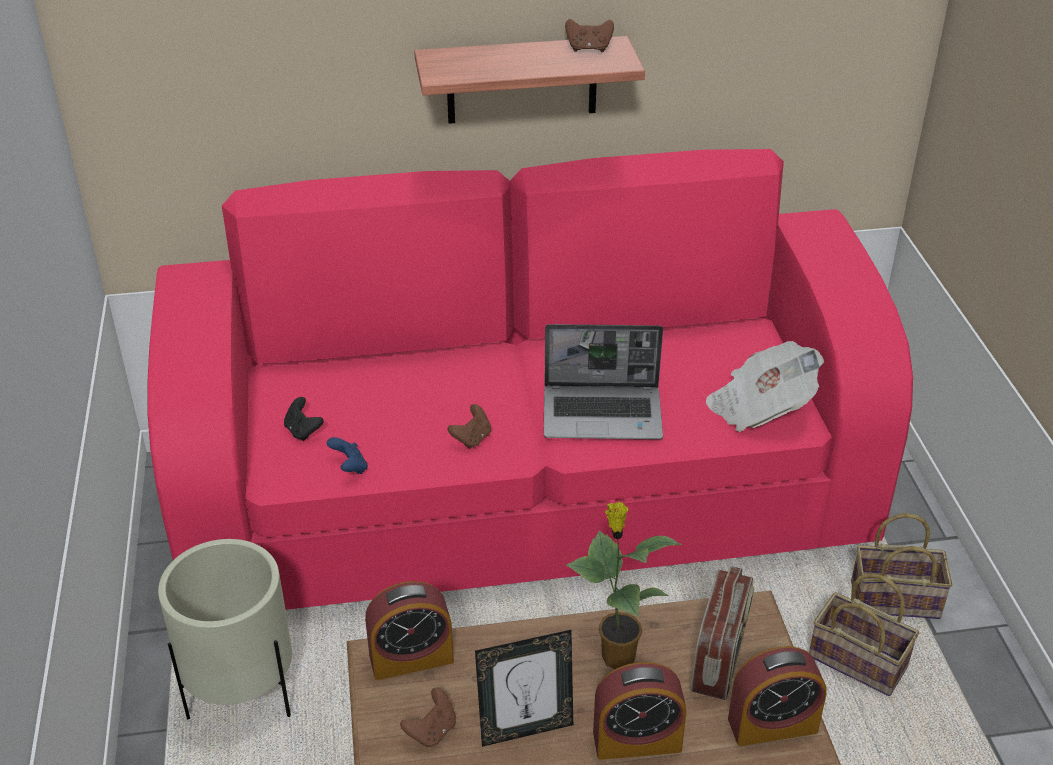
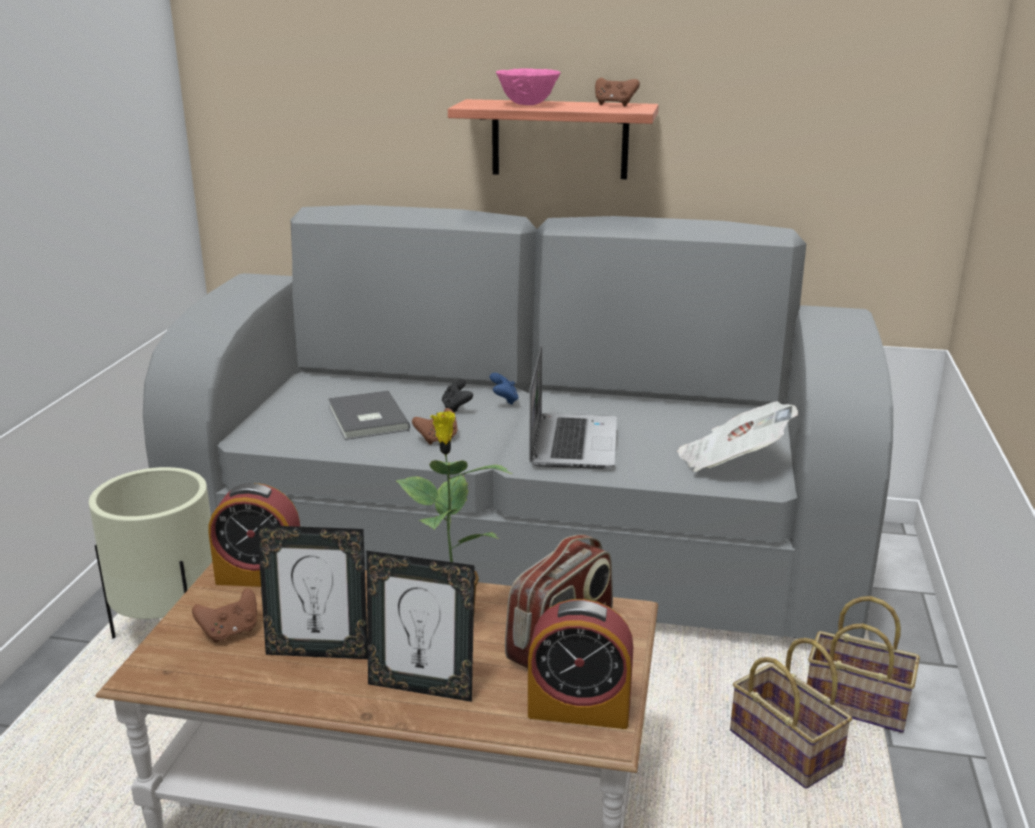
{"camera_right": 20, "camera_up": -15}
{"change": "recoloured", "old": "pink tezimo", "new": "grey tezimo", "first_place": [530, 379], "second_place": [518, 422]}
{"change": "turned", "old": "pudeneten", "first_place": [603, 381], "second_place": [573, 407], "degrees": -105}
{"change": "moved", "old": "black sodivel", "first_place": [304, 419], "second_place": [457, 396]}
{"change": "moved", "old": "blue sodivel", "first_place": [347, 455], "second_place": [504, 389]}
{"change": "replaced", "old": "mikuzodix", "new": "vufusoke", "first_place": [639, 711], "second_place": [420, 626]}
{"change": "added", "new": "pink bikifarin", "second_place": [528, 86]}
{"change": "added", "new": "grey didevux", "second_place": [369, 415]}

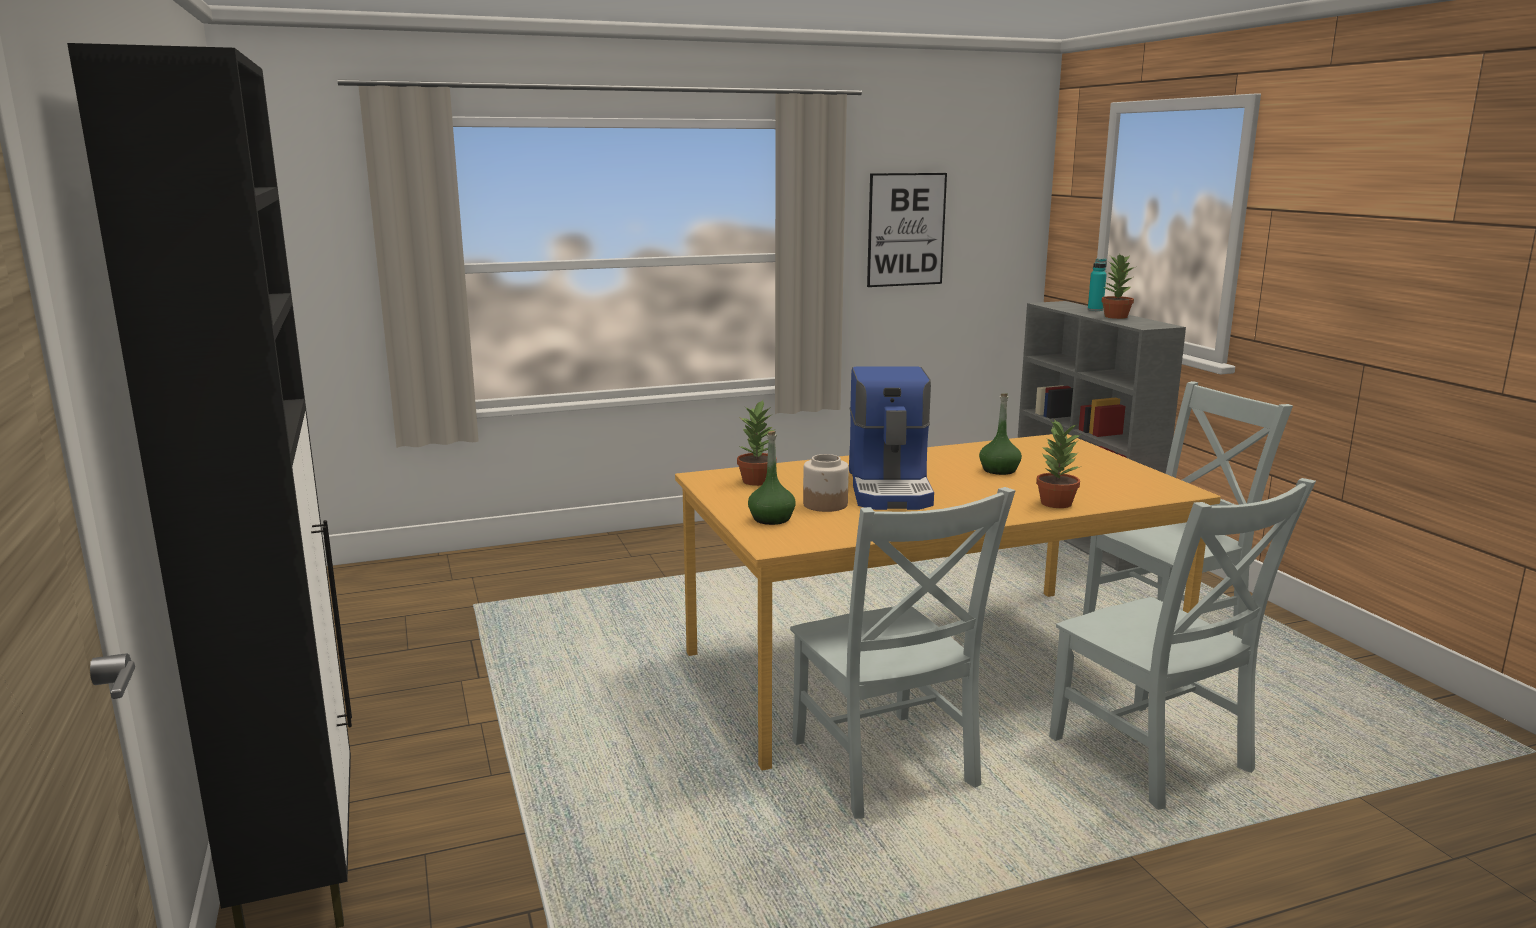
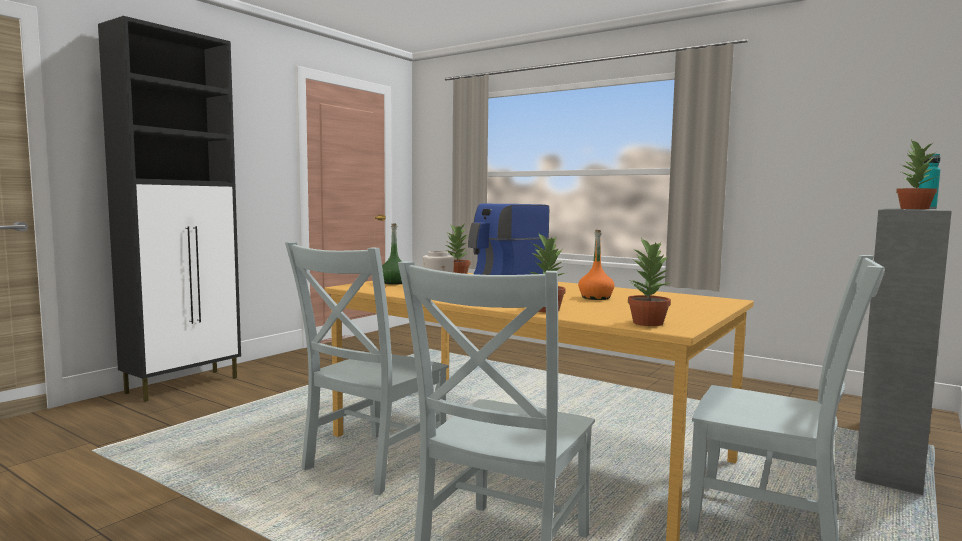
{"camera_right": 55, "camera_up": -10}
{"change": "removed", "old": "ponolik", "first_place": [907, 230]}
{"change": "recoloured", "old": "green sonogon", "new": "orange sonogon", "first_place": [1000, 434], "second_place": [596, 265]}
{"change": "added", "new": "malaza", "second_place": [649, 282]}

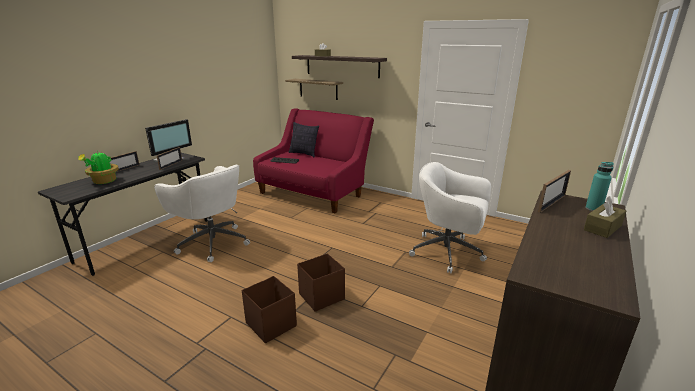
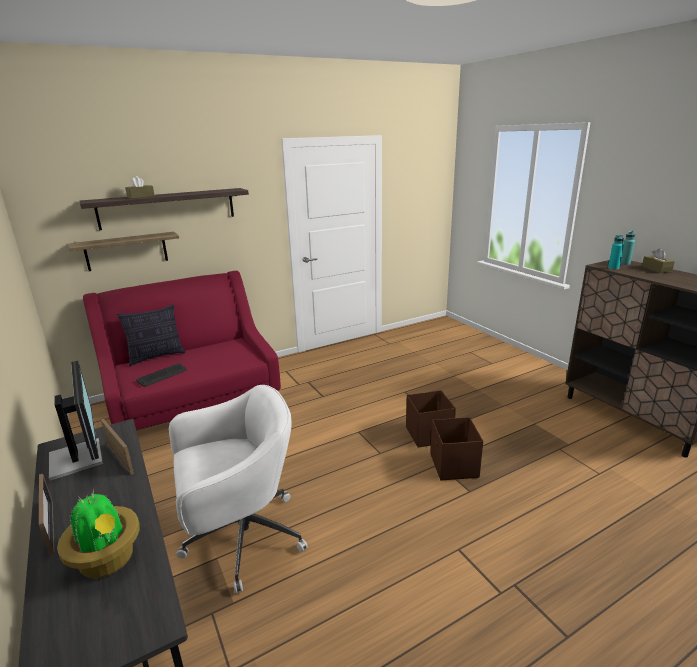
{"camera_right": -60, "camera_up": 0}
{"change": "removed", "old": "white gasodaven", "first_place": [450, 217]}
{"change": "replaced", "old": "vufusoke", "new": "turquoise sonogon", "first_place": [554, 191], "second_place": [616, 252]}
{"change": "moved", "old": "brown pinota", "first_place": [269, 309], "second_place": [431, 418]}

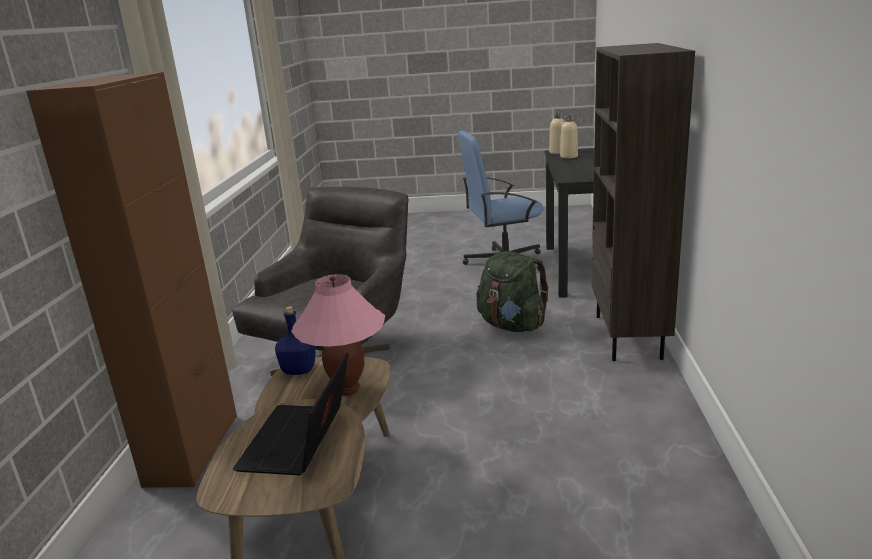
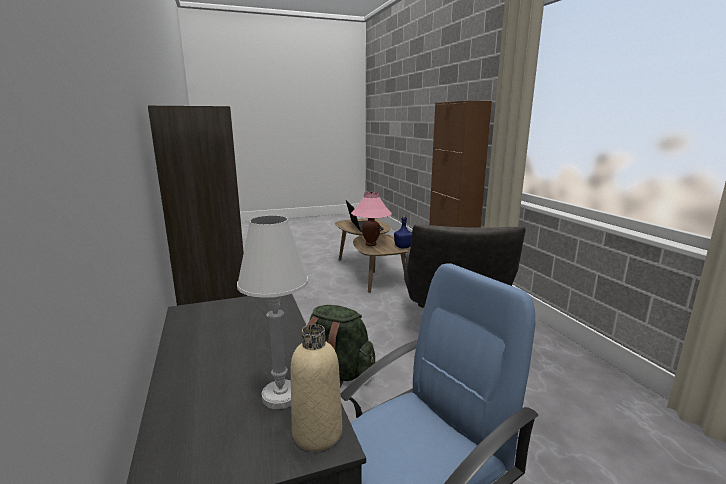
{"camera_right": 155, "camera_up": -5}
{"change": "replaced", "old": "beige sonogon", "new": "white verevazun", "first_place": [569, 137], "second_place": [272, 312]}

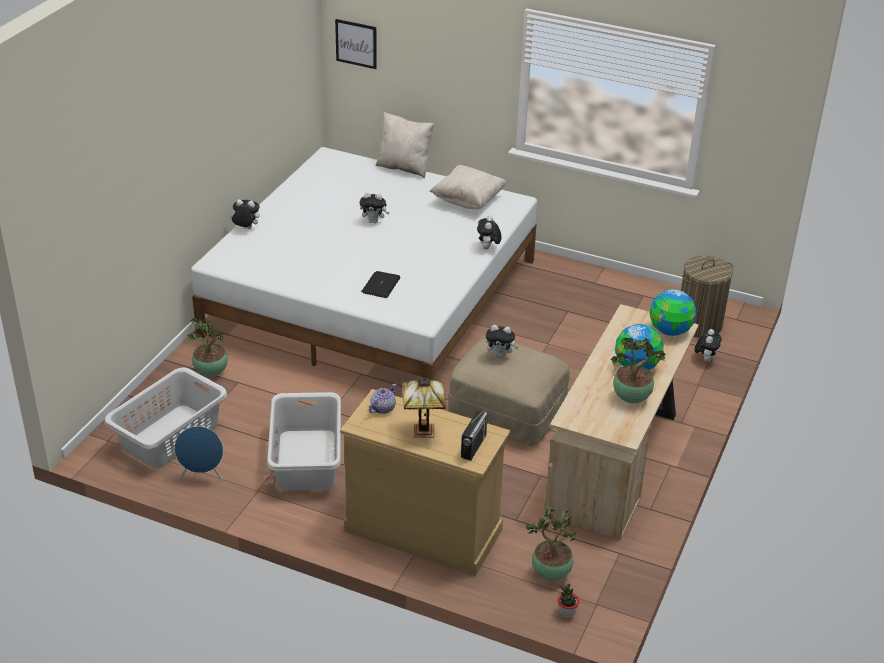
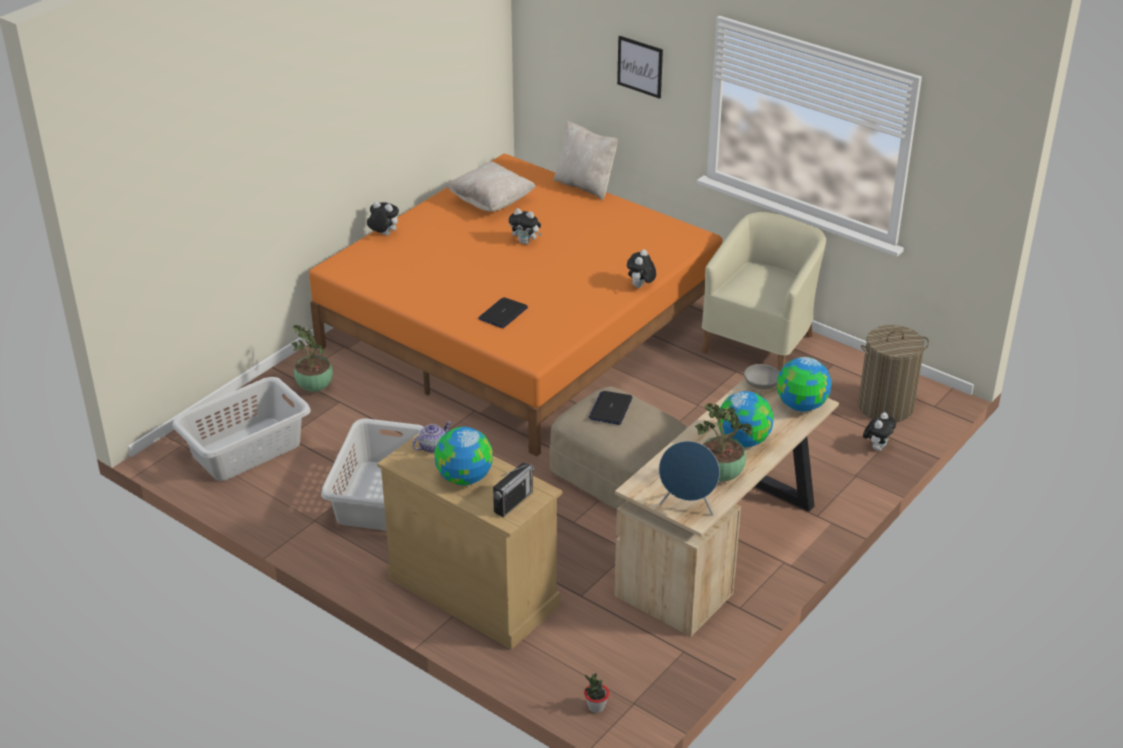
{"camera_right": 15, "camera_up": 0}
{"change": "moved", "old": "ponolik", "first_place": [356, 44], "second_place": [640, 67]}
{"change": "recoloured", "old": "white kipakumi", "new": "orange kipakumi", "first_place": [364, 263], "second_place": [515, 305]}
{"change": "moved", "old": "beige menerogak", "first_place": [468, 187], "second_place": [491, 186]}
{"change": "replaced", "old": "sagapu", "new": "pudeneten", "first_place": [501, 341], "second_place": [610, 408]}
{"change": "replaced", "old": "verevazun", "new": "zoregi", "first_place": [424, 408], "second_place": [463, 456]}
{"change": "moved", "old": "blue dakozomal", "first_place": [199, 454], "second_place": [689, 478]}
{"change": "removed", "old": "malaza", "first_place": [551, 544]}
{"change": "added", "new": "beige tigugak", "second_place": [764, 291]}
{"change": "added", "new": "grey bikifarin", "second_place": [762, 377]}

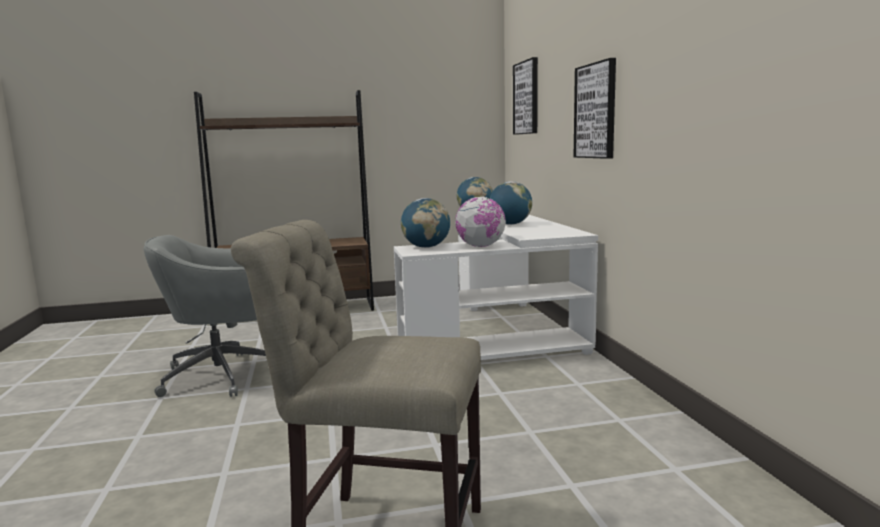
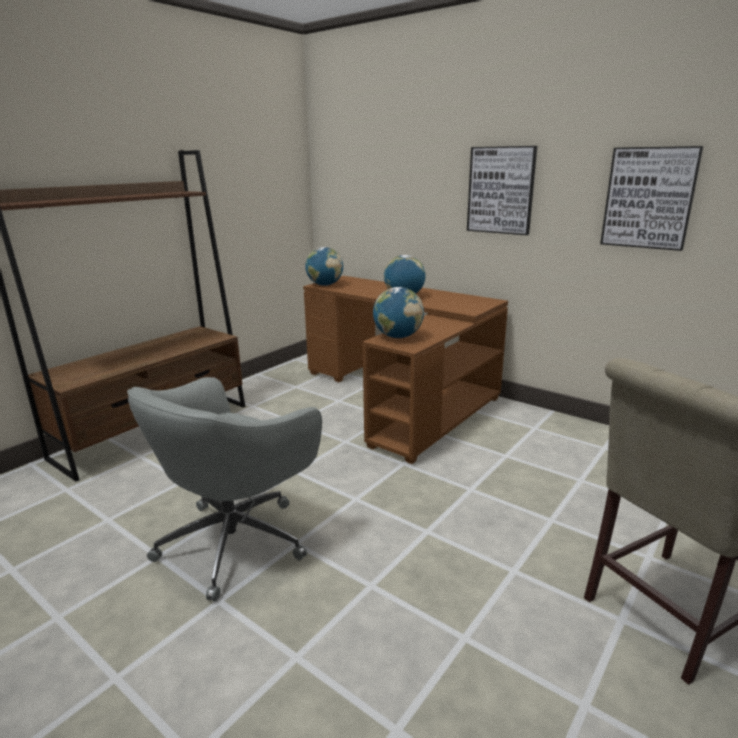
{"camera_right": -40, "camera_up": 10}
{"change": "moved", "old": "ponolik", "first_place": [525, 96], "second_place": [651, 198]}
{"change": "removed", "old": "zoregi", "first_place": [480, 222]}
{"change": "recoloured", "old": "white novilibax", "new": "brown novilibax", "first_place": [496, 287], "second_place": [405, 370]}

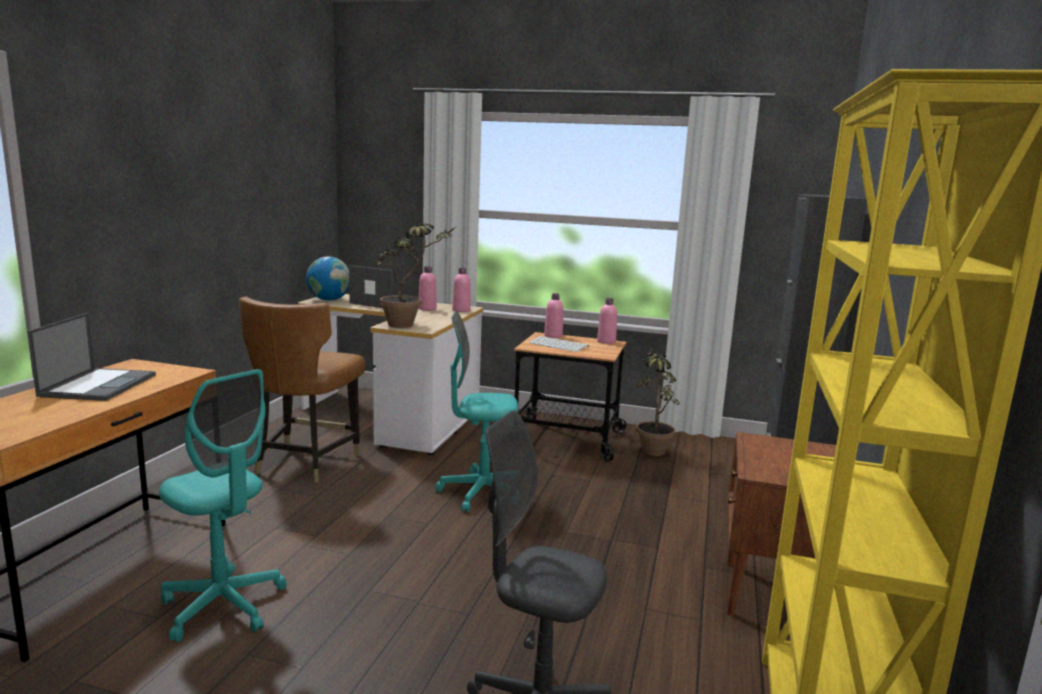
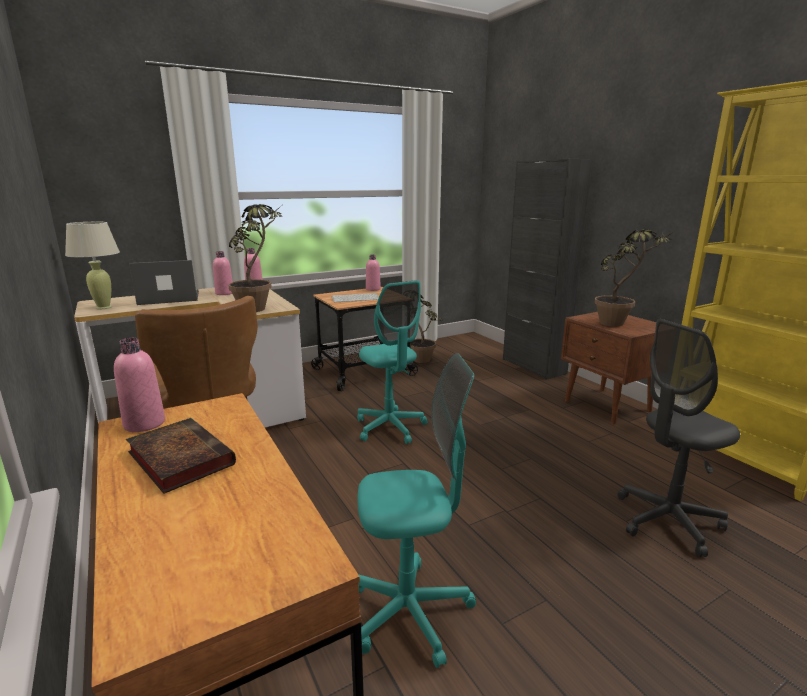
{"camera_right": -45, "camera_up": 5}
{"change": "replaced", "old": "zoregi", "new": "beige verevazun", "first_place": [327, 279], "second_place": [92, 265]}
{"change": "moved", "old": "pink sonogon", "first_place": [553, 315], "second_place": [139, 385]}
{"change": "turned", "old": "turquoise gasodaven", "first_place": [476, 411], "second_place": [392, 362], "degrees": -75}
{"change": "replaced", "old": "pudeneten", "new": "didevux", "first_place": [92, 357], "second_place": [181, 456]}
{"change": "added", "new": "malaza", "second_place": [634, 278]}

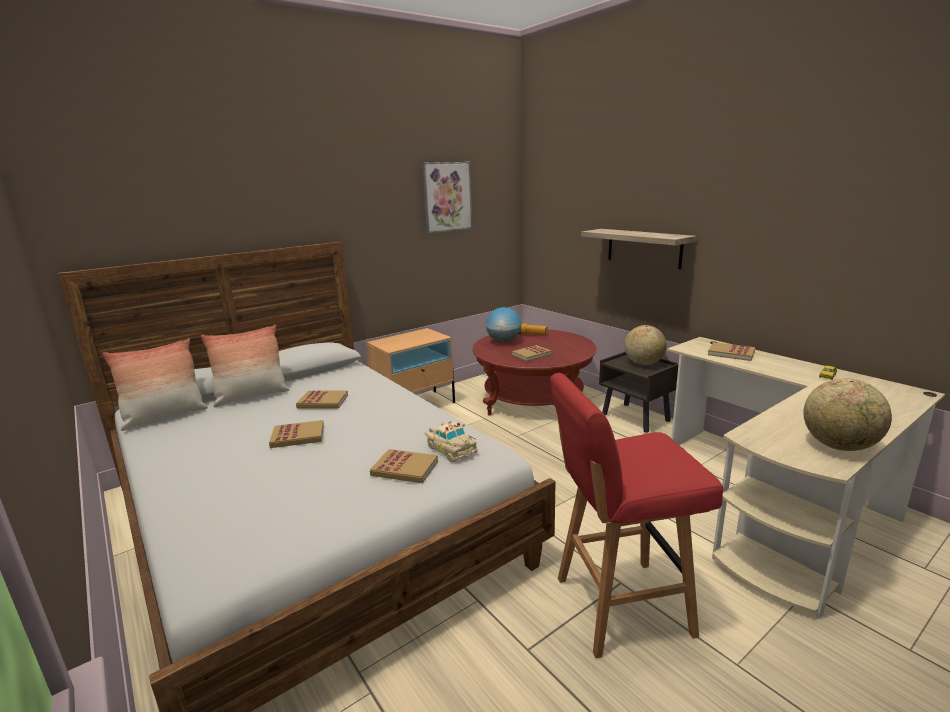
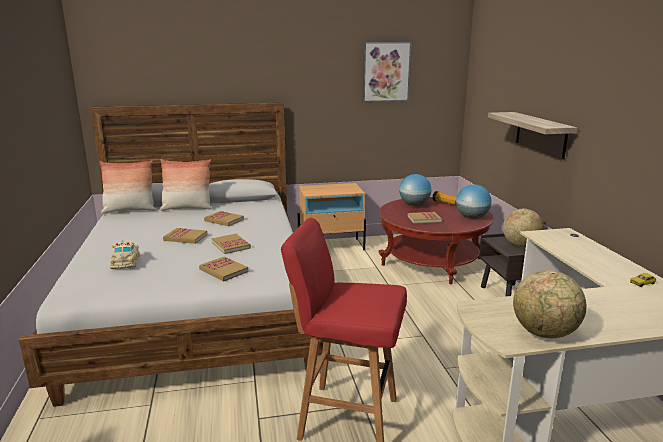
{"camera_right": 25, "camera_up": 0}
{"change": "moved", "old": "didevux", "first_place": [731, 351], "second_place": [231, 244]}
{"change": "moved", "old": "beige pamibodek", "first_place": [451, 441], "second_place": [125, 254]}
{"change": "added", "new": "zoregi", "second_place": [473, 201]}

